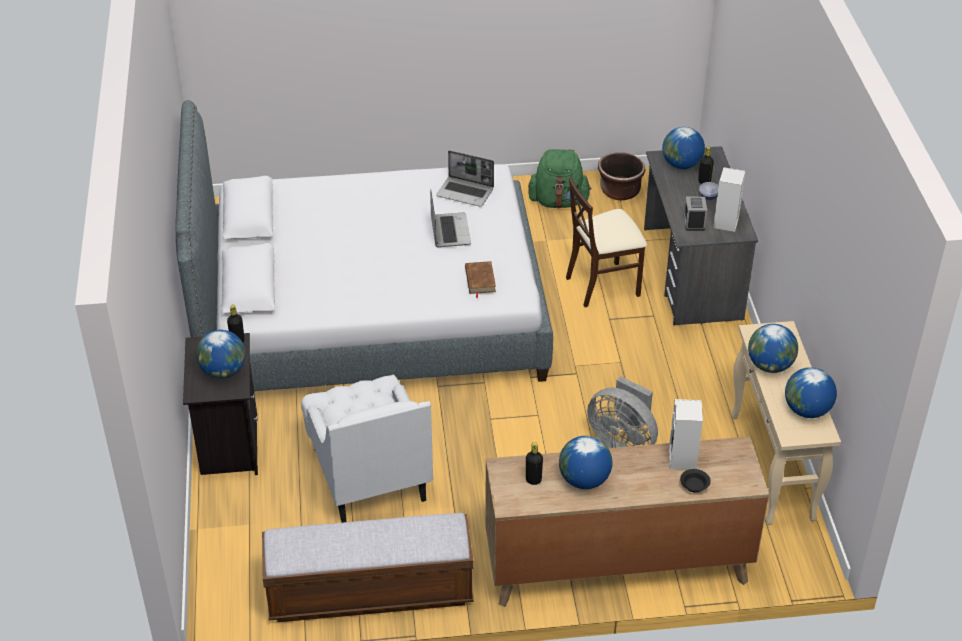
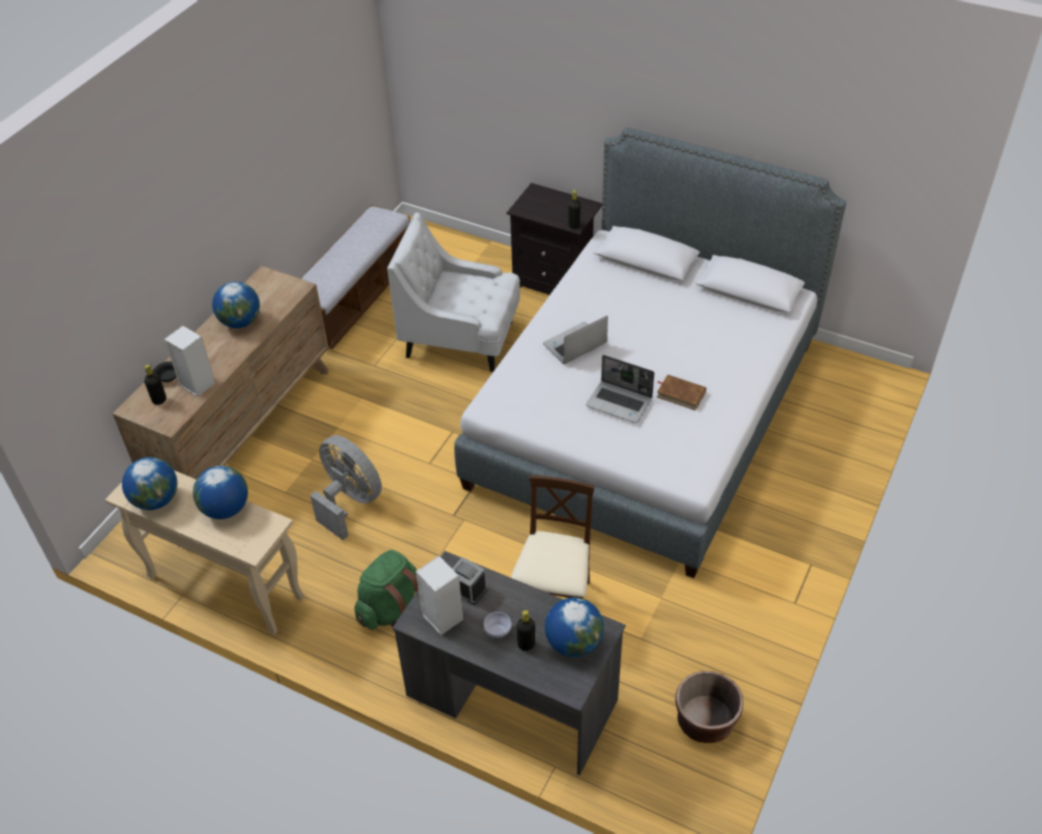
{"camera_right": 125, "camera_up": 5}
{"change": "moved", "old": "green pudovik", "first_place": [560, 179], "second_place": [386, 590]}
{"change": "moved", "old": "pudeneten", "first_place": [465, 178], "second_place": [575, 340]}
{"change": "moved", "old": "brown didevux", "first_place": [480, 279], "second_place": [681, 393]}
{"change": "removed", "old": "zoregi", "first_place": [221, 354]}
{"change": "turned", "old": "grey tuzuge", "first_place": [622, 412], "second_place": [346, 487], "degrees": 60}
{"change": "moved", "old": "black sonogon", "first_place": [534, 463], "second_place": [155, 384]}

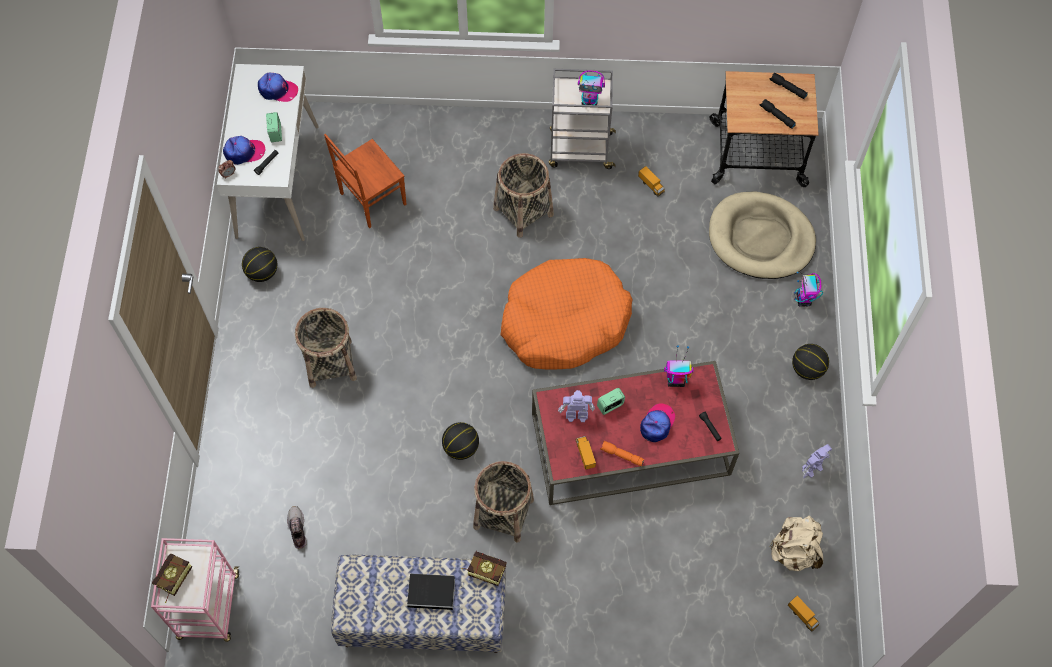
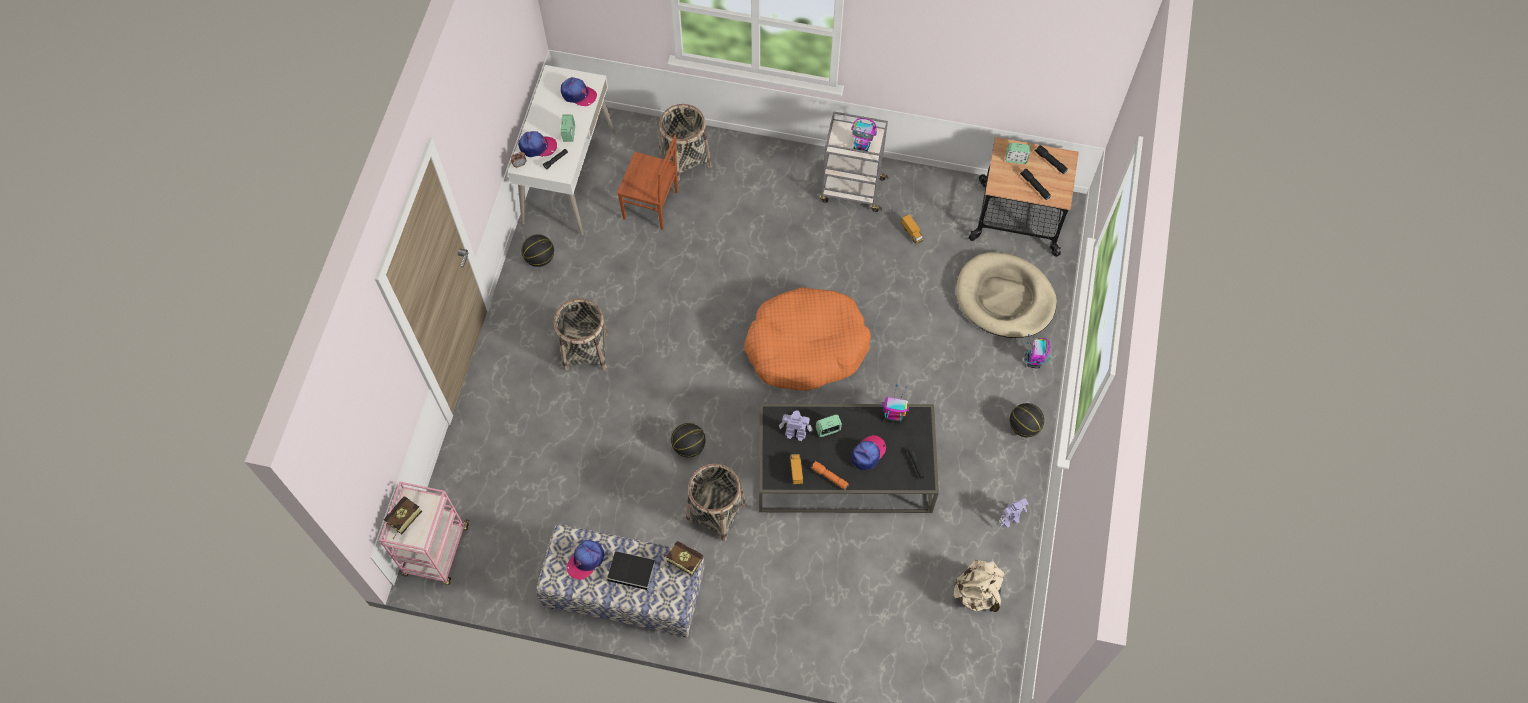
{"camera_right": 10, "camera_up": 0}
{"change": "turned", "old": "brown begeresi", "first_place": [365, 181], "second_place": [647, 182], "degrees": -135}
{"change": "moved", "old": "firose", "first_place": [523, 195], "second_place": [685, 142]}
{"change": "recoloured", "old": "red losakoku", "new": "black losakoku", "first_place": [635, 433], "second_place": [849, 458]}
{"change": "removed", "old": "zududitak", "first_place": [297, 527]}
{"change": "removed", "old": "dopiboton", "first_place": [803, 614]}
{"change": "added", "new": "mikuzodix", "second_place": [1018, 153]}
{"change": "added", "new": "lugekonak", "second_place": [585, 560]}

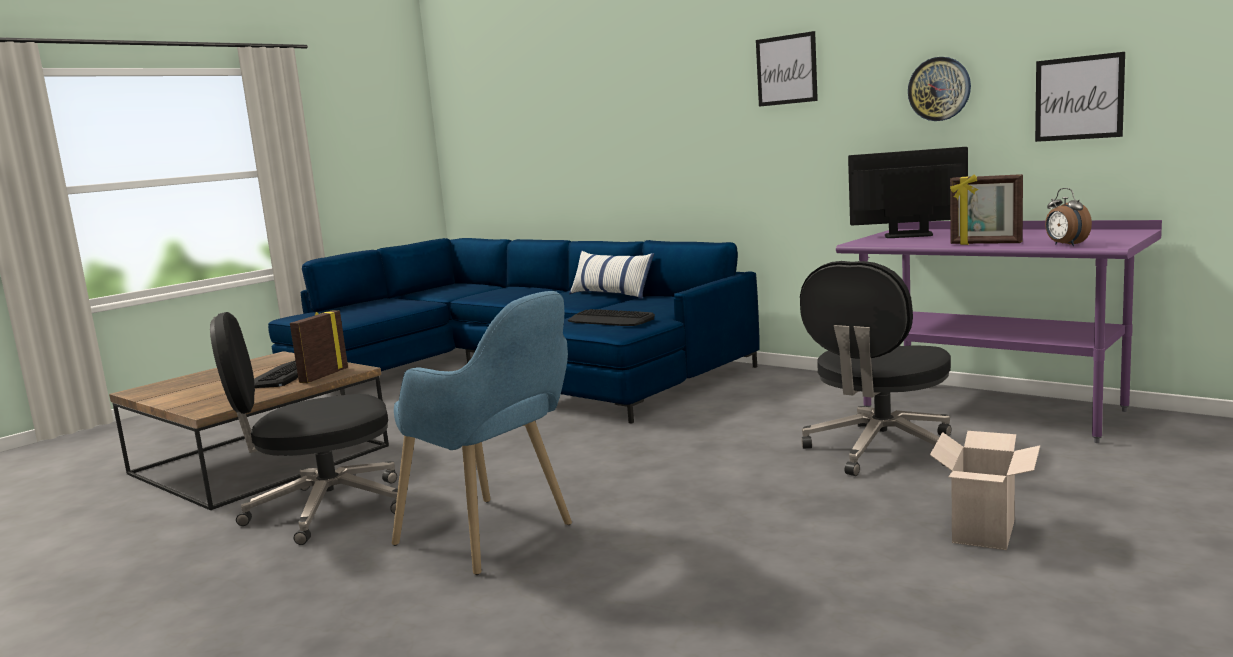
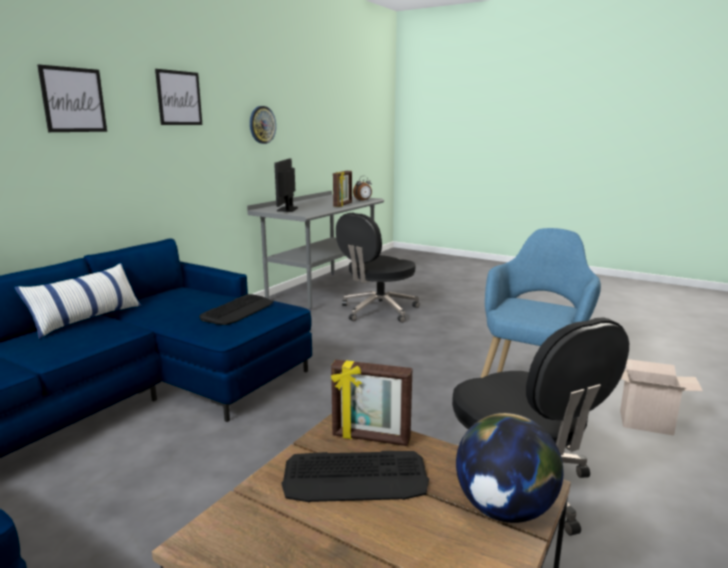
{"camera_right": -100, "camera_up": 5}
{"change": "moved", "old": "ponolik", "first_place": [1080, 97], "second_place": [72, 98]}
{"change": "recoloured", "old": "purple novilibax", "new": "grey novilibax", "first_place": [999, 331], "second_place": [315, 251]}
{"change": "turned", "old": "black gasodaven", "first_place": [875, 368], "second_place": [378, 268], "degrees": 105}
{"change": "moved", "old": "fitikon", "first_place": [985, 490], "second_place": [661, 397]}
{"change": "added", "new": "zoregi", "second_place": [510, 468]}

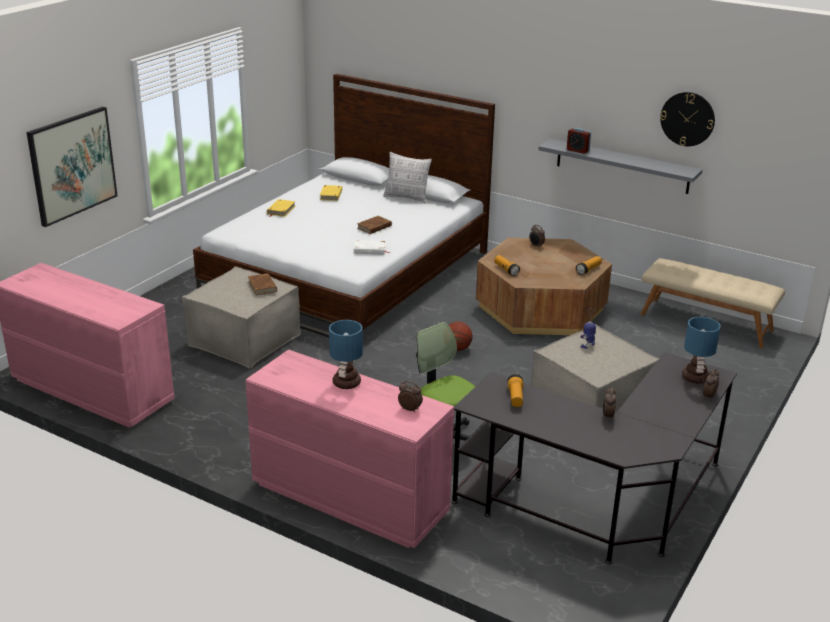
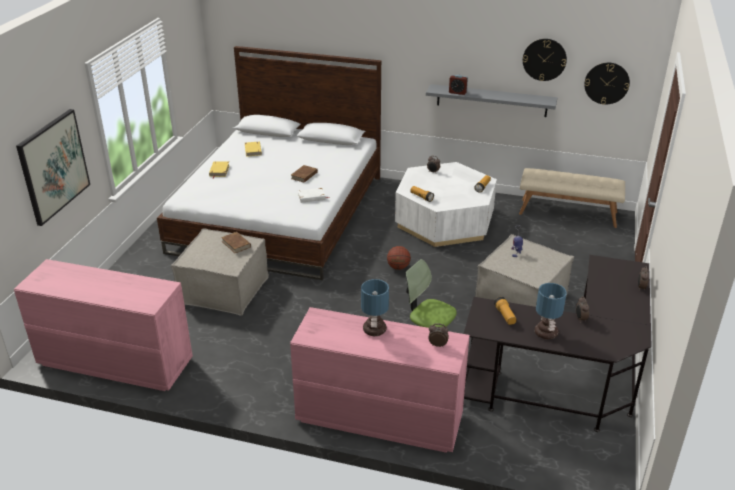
{"camera_right": -15, "camera_up": 5}
{"change": "removed", "old": "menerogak", "first_place": [407, 178]}
{"change": "recoloured", "old": "brown losakoku", "new": "white losakoku", "first_place": [544, 286], "second_place": [446, 204]}
{"change": "moved", "old": "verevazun", "first_place": [701, 350], "second_place": [551, 311]}
{"change": "added", "new": "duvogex", "second_place": [607, 84]}

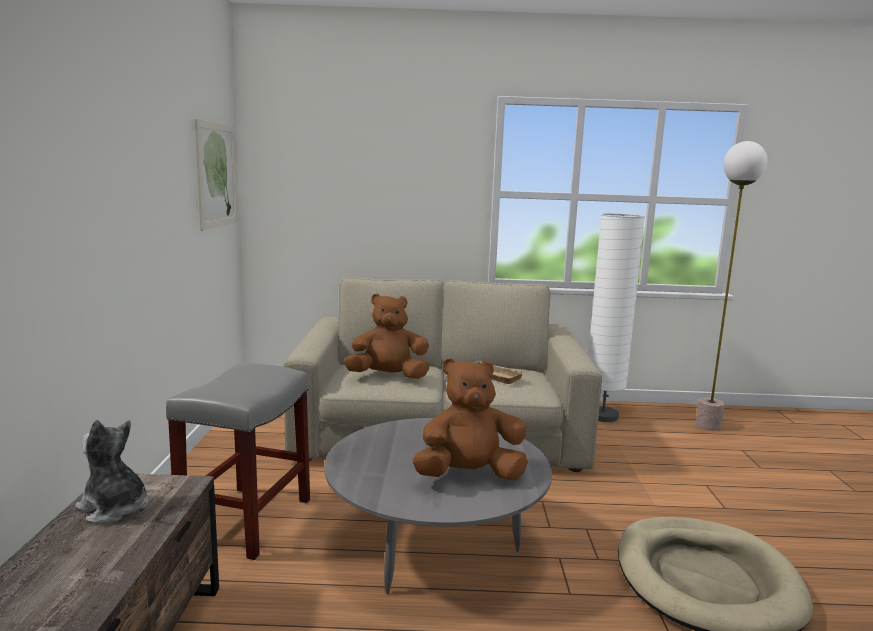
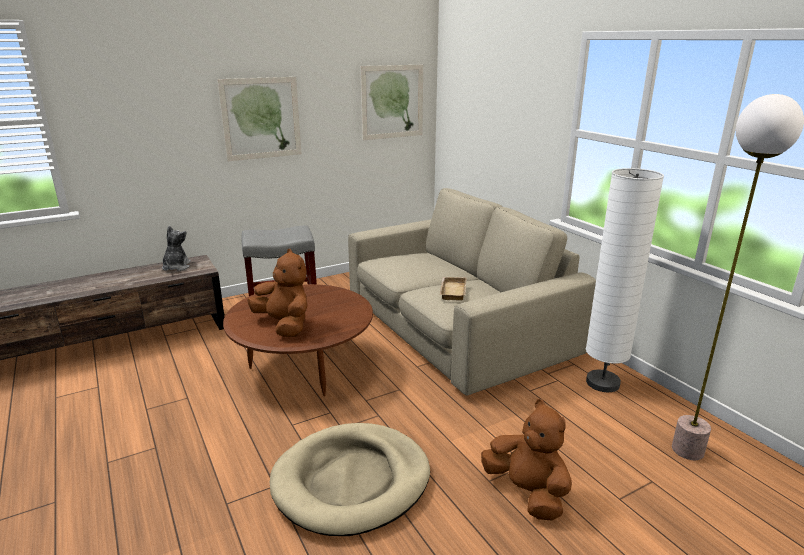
{"camera_right": 60, "camera_up": 10}
{"change": "moved", "old": "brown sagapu", "first_place": [386, 336], "second_place": [526, 460]}
{"change": "recoloured", "old": "grey losakoku", "new": "brown losakoku", "first_place": [438, 506], "second_place": [298, 340]}
{"change": "added", "new": "ponolik", "second_place": [259, 119]}

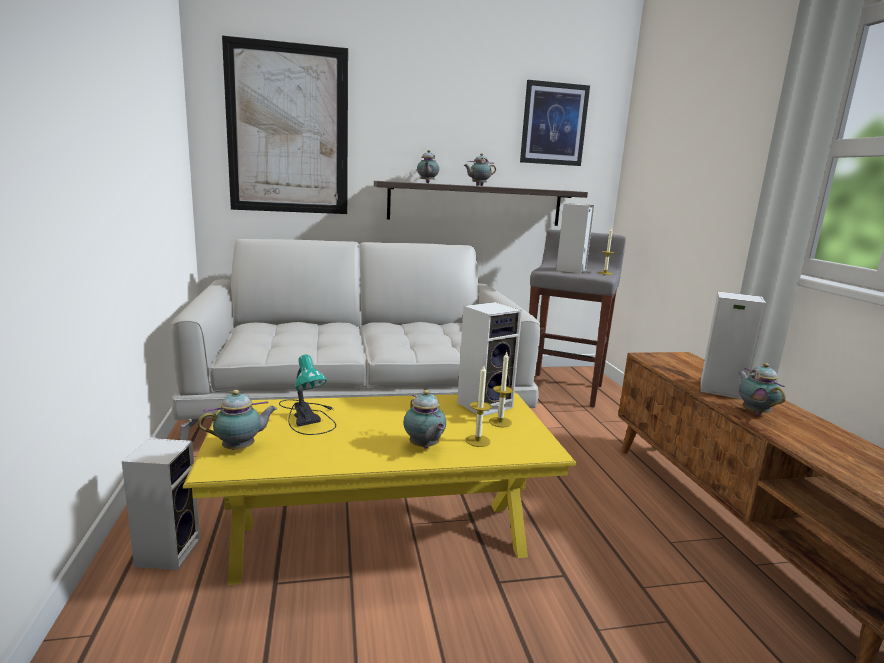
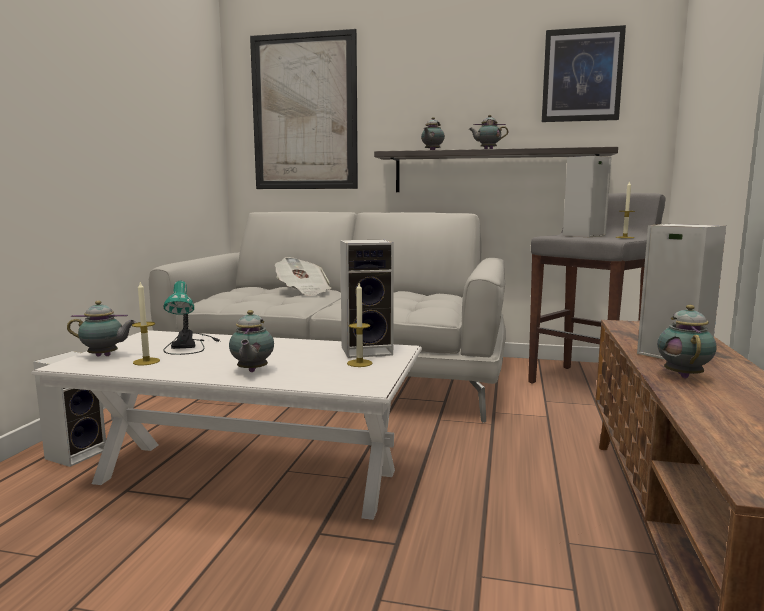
{"camera_right": 25, "camera_up": -5}
{"change": "moved", "old": "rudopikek", "first_place": [479, 406], "second_place": [146, 323]}
{"change": "recoloured", "old": "yellow losakoku", "new": "white losakoku", "first_place": [380, 489], "second_place": [226, 425]}
{"change": "added", "new": "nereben", "second_place": [303, 276]}

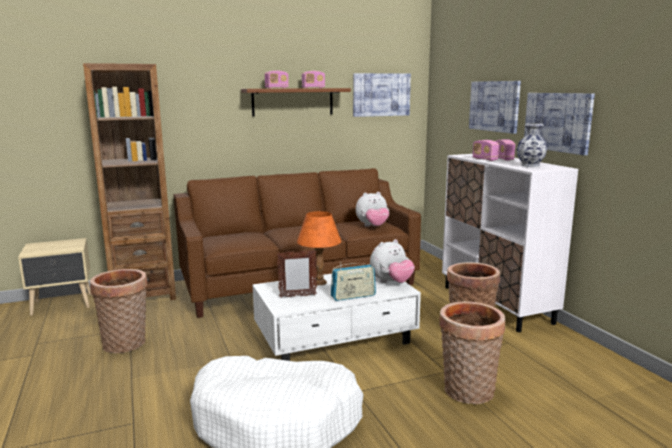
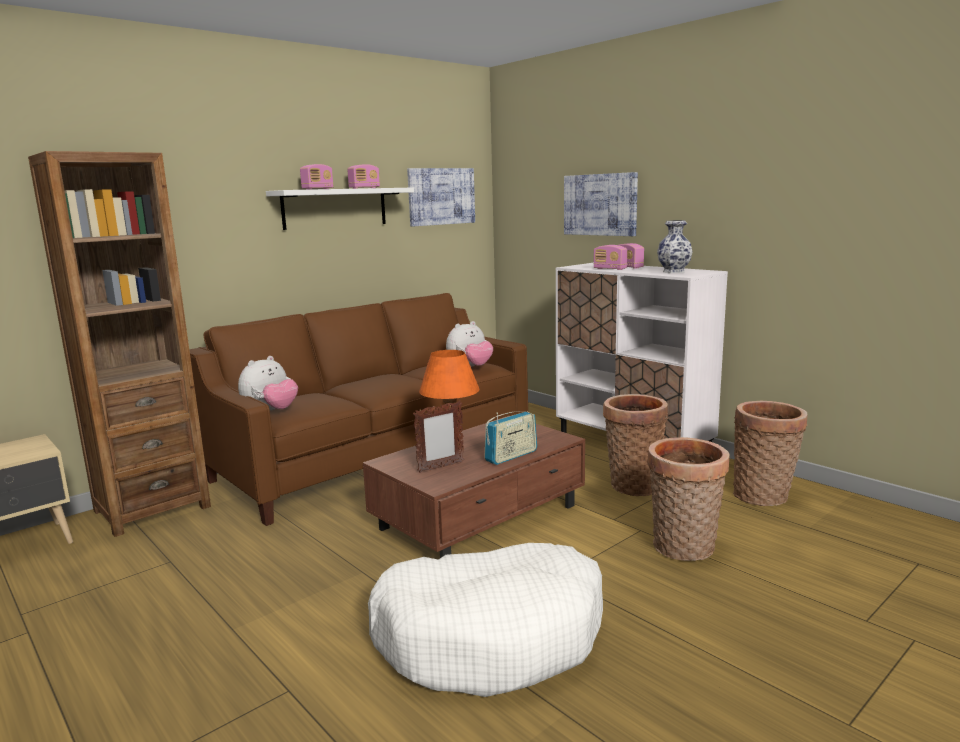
{"camera_right": -20, "camera_up": 0}
{"change": "recoloured", "old": "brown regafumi", "new": "white regafumi", "first_place": [296, 102], "second_place": [340, 208]}
{"change": "removed", "old": "ponolik", "first_place": [559, 124]}
{"change": "moved", "old": "sagapu", "first_place": [392, 261], "second_place": [268, 383]}
{"change": "moved", "old": "firose", "first_place": [118, 311], "second_place": [770, 453]}
{"change": "recoloured", "old": "white losakoku", "new": "brown losakoku", "first_place": [337, 317], "second_place": [474, 487]}

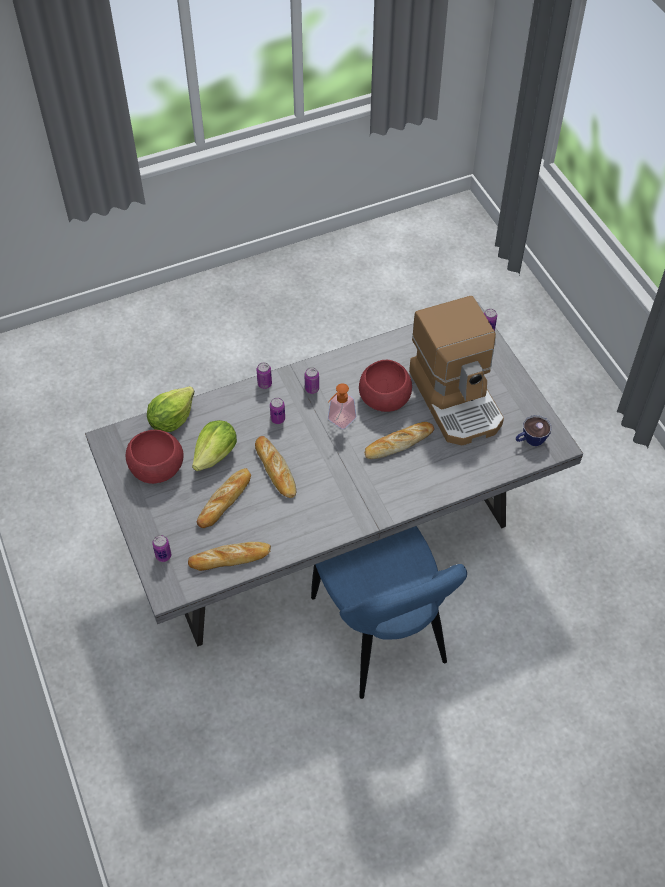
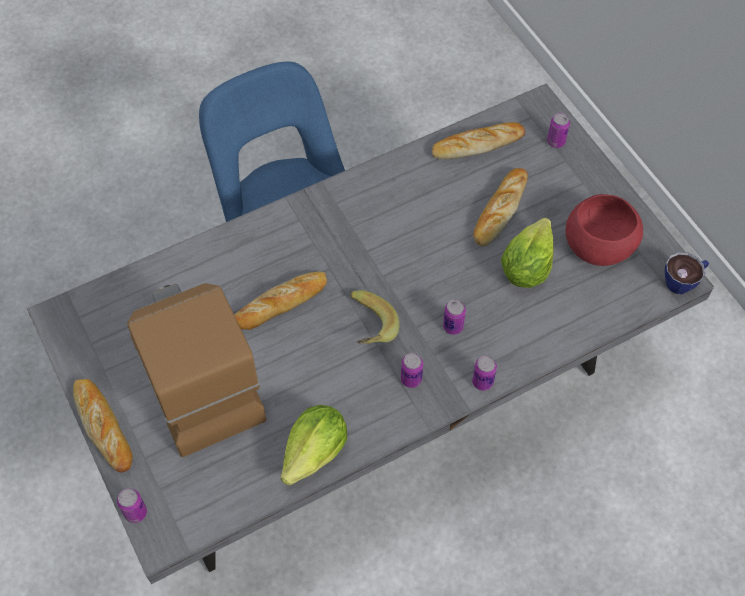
{"camera_right": 175, "camera_up": 5}
{"change": "removed", "old": "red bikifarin", "first_place": [385, 386]}
{"change": "replaced", "old": "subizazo", "new": "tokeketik", "first_place": [342, 406], "second_place": [375, 317]}
{"change": "moved", "old": "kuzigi", "first_place": [171, 409], "second_place": [314, 445]}
{"change": "moved", "old": "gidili", "first_place": [533, 430], "second_place": [687, 273]}
{"change": "moved", "old": "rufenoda", "first_place": [275, 467], "second_place": [103, 425]}

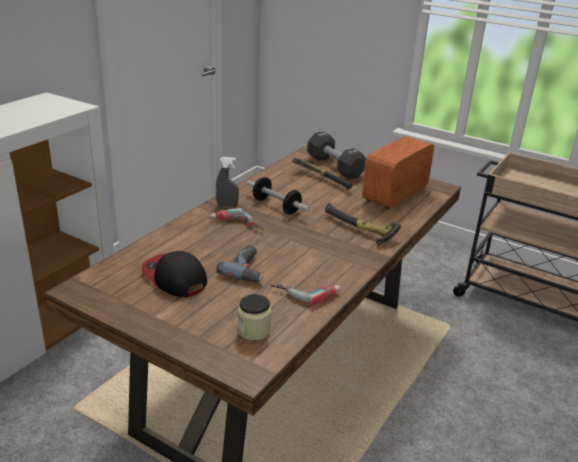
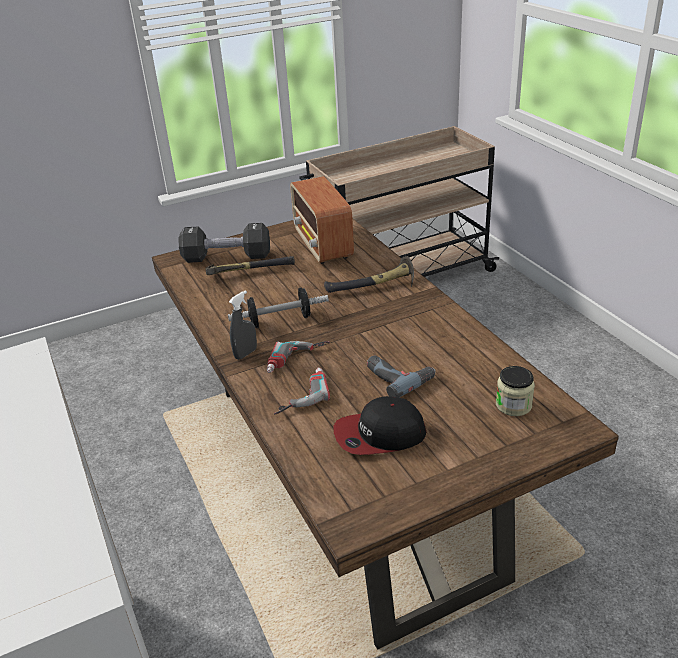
{"camera_right": -55, "camera_up": 5}
{"change": "moved", "old": "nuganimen", "first_place": [306, 295], "second_place": [302, 391]}

